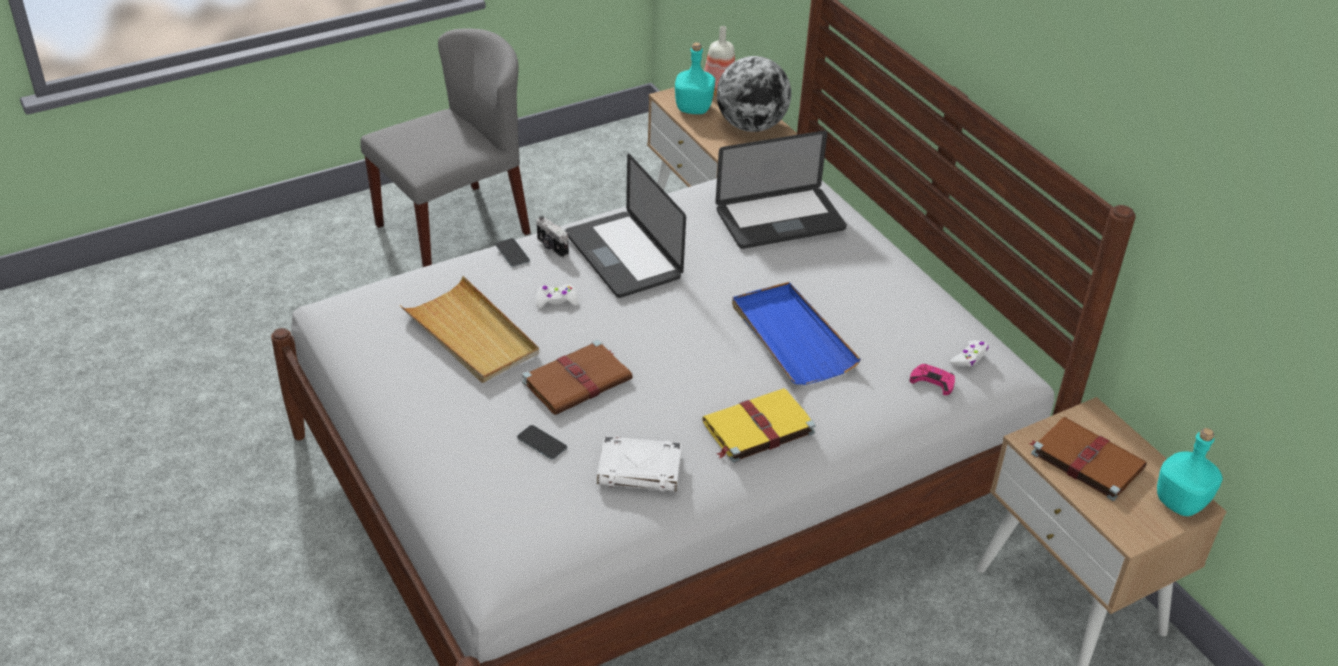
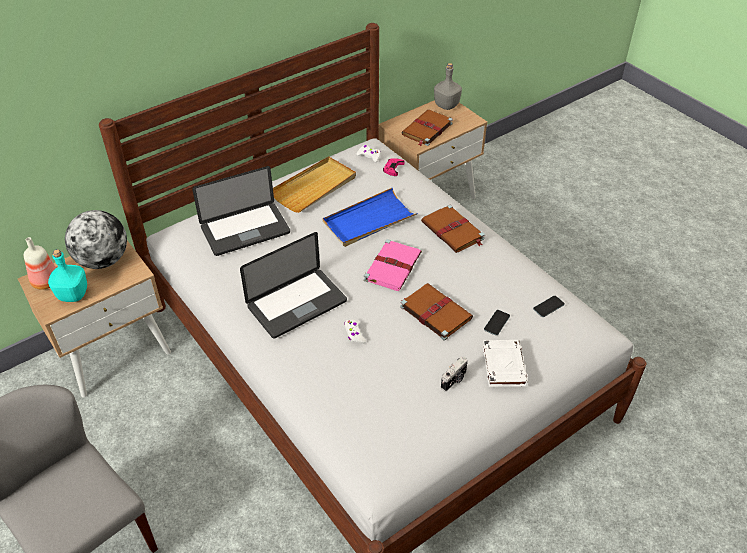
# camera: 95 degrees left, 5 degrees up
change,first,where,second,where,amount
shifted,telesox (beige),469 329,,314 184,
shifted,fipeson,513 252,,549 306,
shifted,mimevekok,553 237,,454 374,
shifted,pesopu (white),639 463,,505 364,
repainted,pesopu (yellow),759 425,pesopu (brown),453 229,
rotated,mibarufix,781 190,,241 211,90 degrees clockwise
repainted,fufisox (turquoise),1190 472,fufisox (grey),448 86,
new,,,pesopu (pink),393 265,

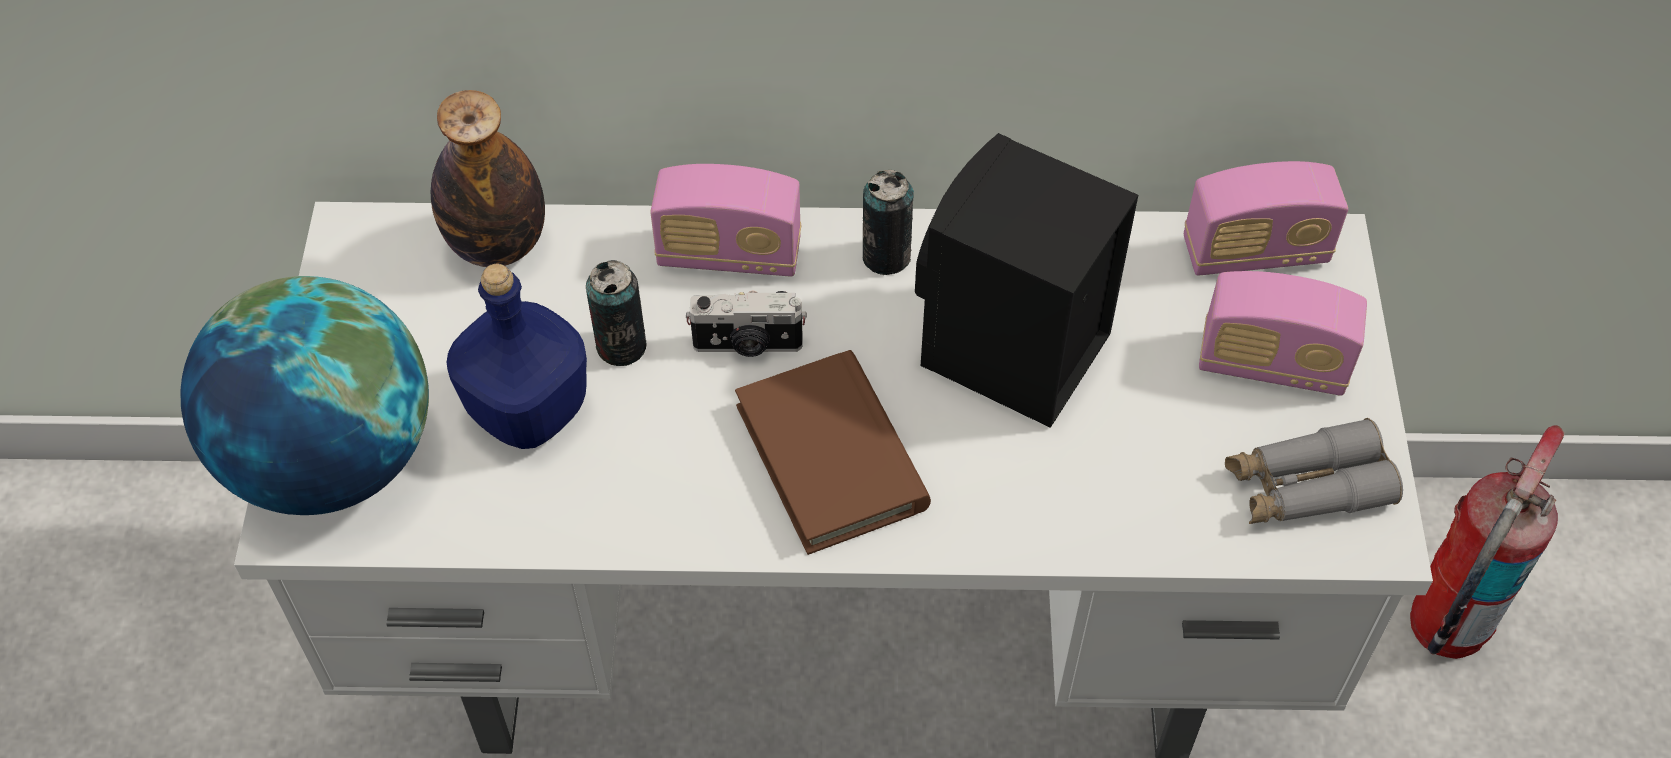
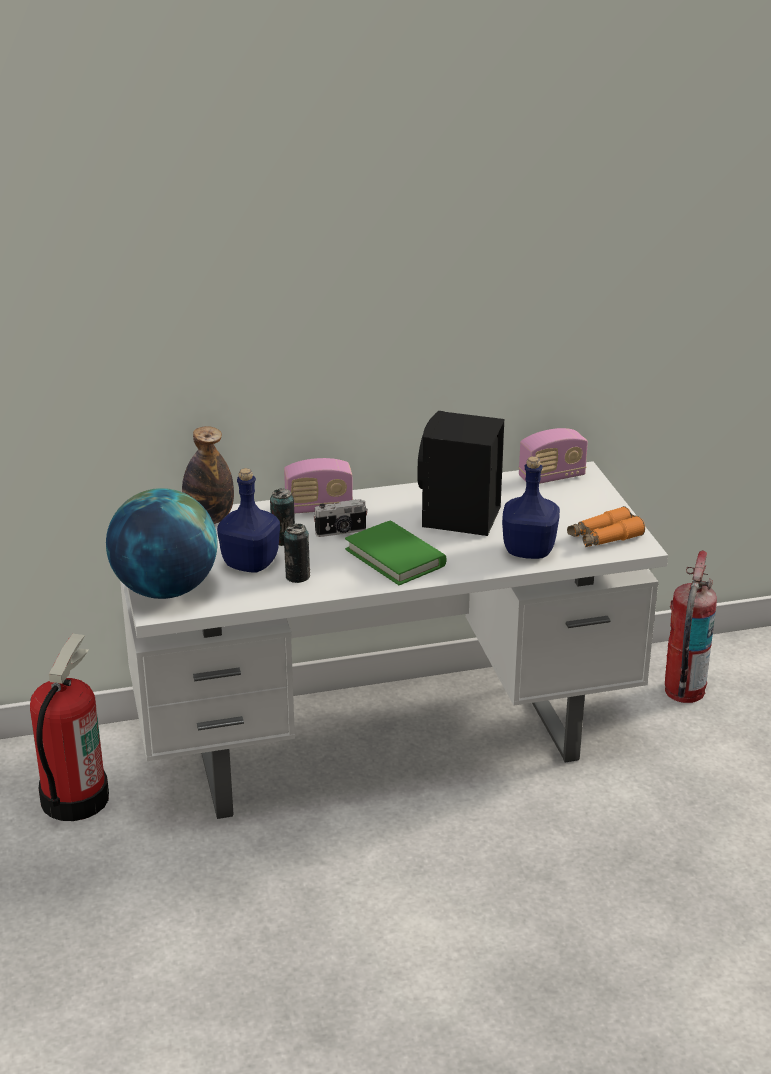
# camera: 15 degrees left, 25 degrees down
change,first,where,second,where,amount
repainted,pesopu (brown),833 452,pesopu (green),396 552,
shifted,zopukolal,888 222,,297 553,
gone,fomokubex,1283 333,,,
repainted,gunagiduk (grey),1314 471,gunagiduk (orange),606 526,
new,,,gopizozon,69 727,
new,,,fufisox (blue),531 507,

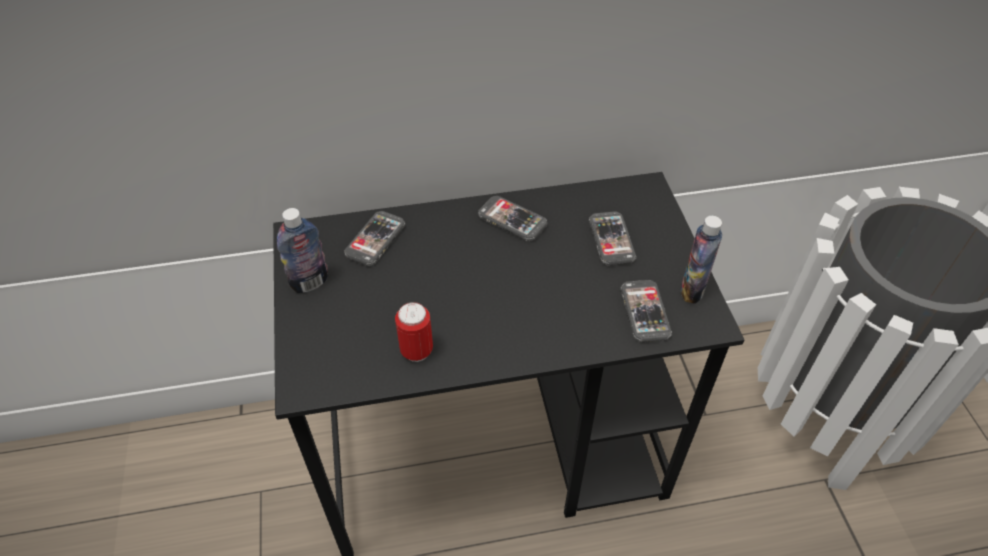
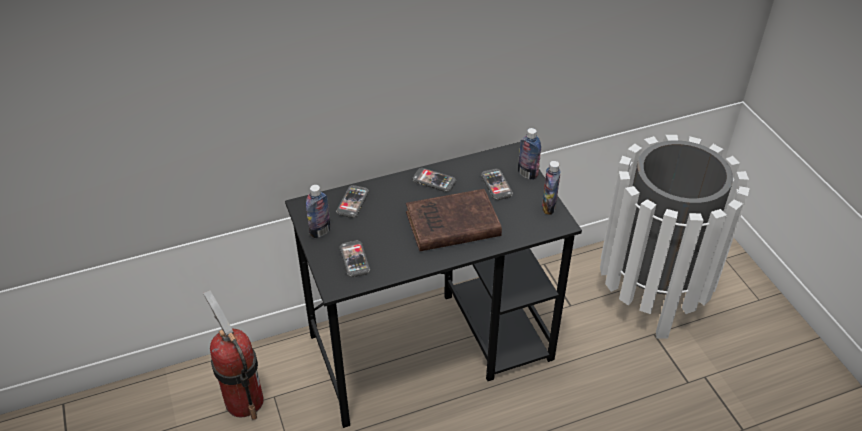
# camera: 10 degrees left, 5 degrees down
change,first,where,second,where,amount
gone,zopukolal,414 332,,,
shifted,fipeson,646 311,,354 258,
new,,,gopizozon,233 355,
new,,,pesopu (brown),454 220,
new,,,fufisox,529 154,

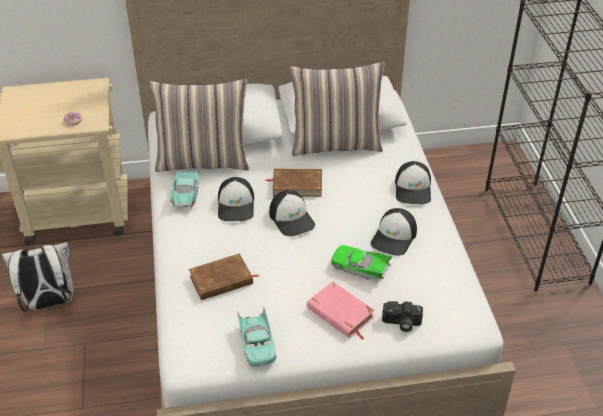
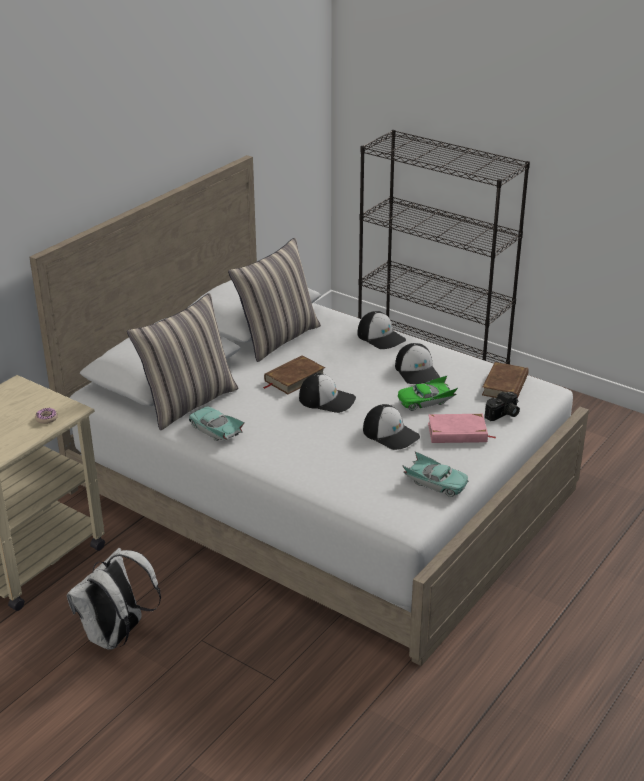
# camera: 45 degrees left, 10 degrees down
change,first,where,second,where,amount
shifted,pesopu (brown),224 276,,505 380,
shifted,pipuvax,236 199,,391 427,

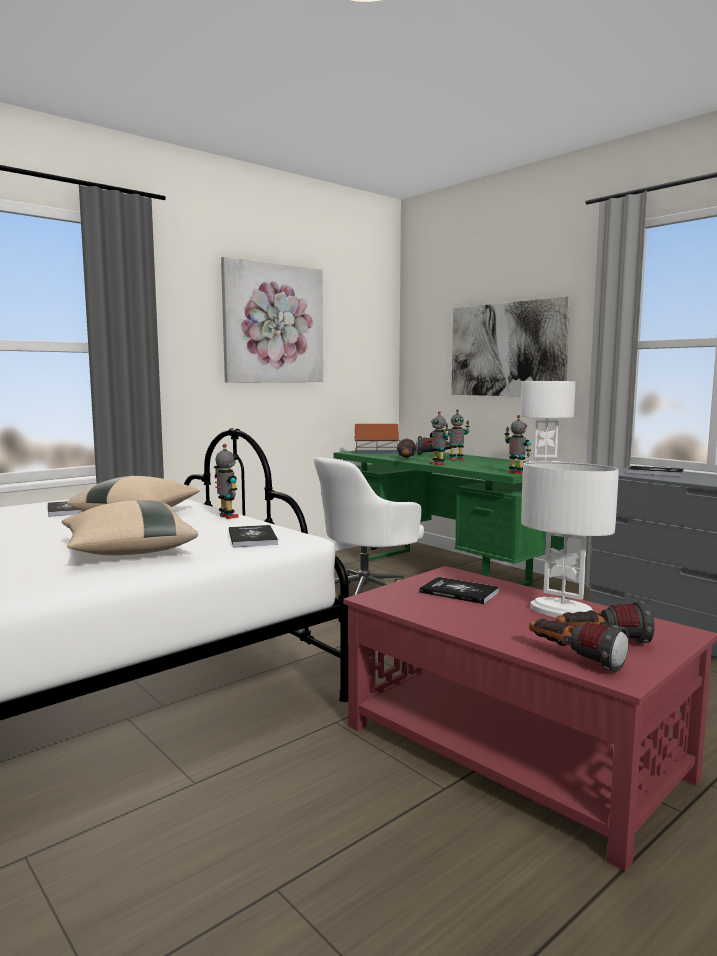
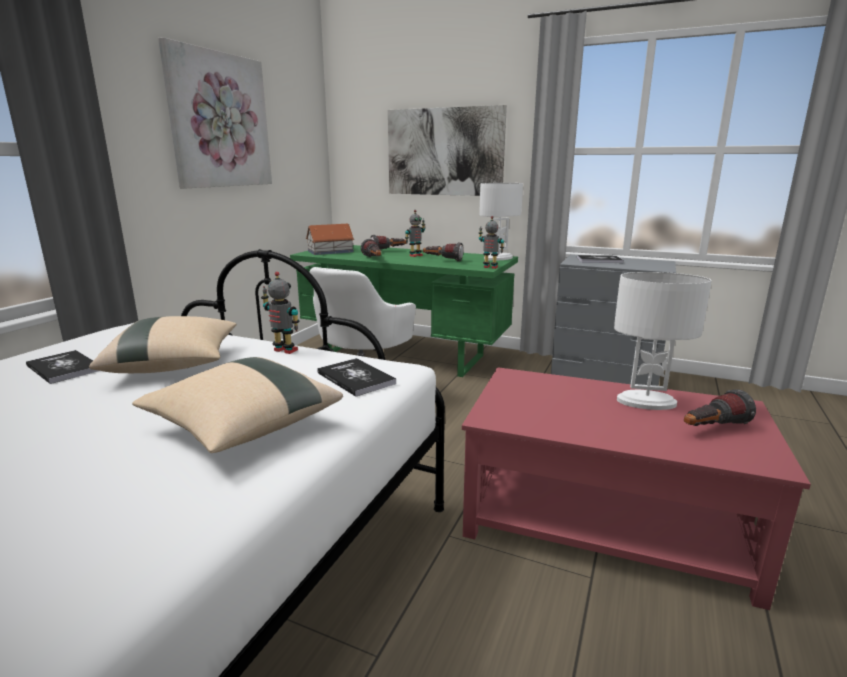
# camera: 25 degrees left, 10 degrees up
change,first,where,second,where,amount
gone,pesopu,459 590,,,
gone,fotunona,439 438,,,
shifted,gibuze,579 645,,443 252,

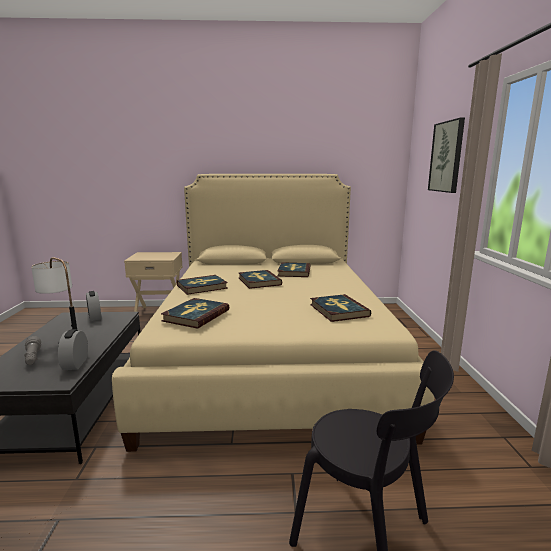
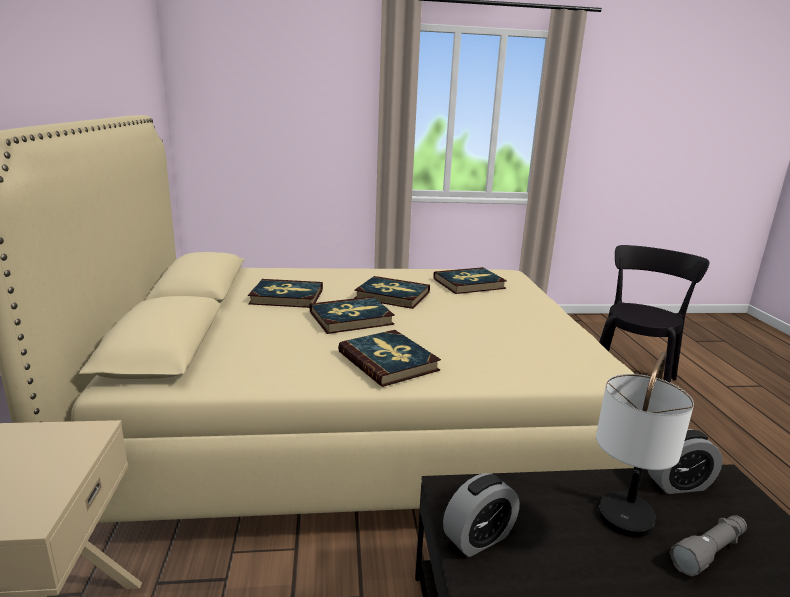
# camera: 95 degrees left, 5 degrees up
change,first,where,second,where,amount
shifted,pesopu,195 313,,392 292,
gone,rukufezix,446 155,,,

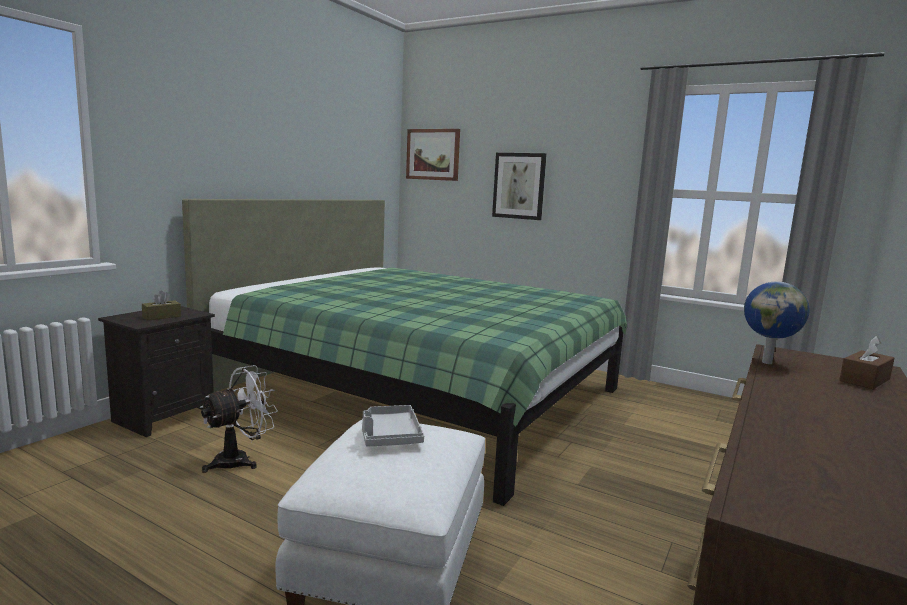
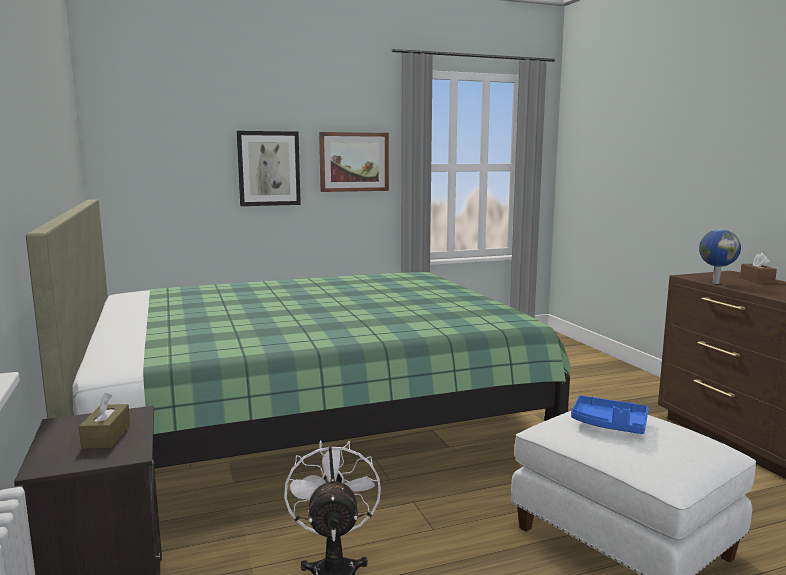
# camera: 50 degrees left, 0 degrees up
change,first,where,second,where,amount
repainted,telesox (grey),393 425,telesox (blue),610 414,
shifted,rukufezix,433 155,,354 162,

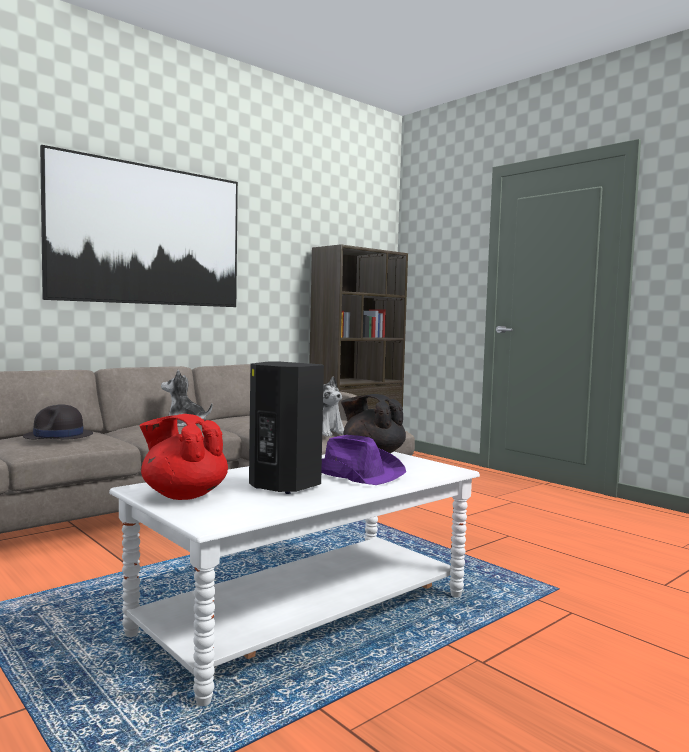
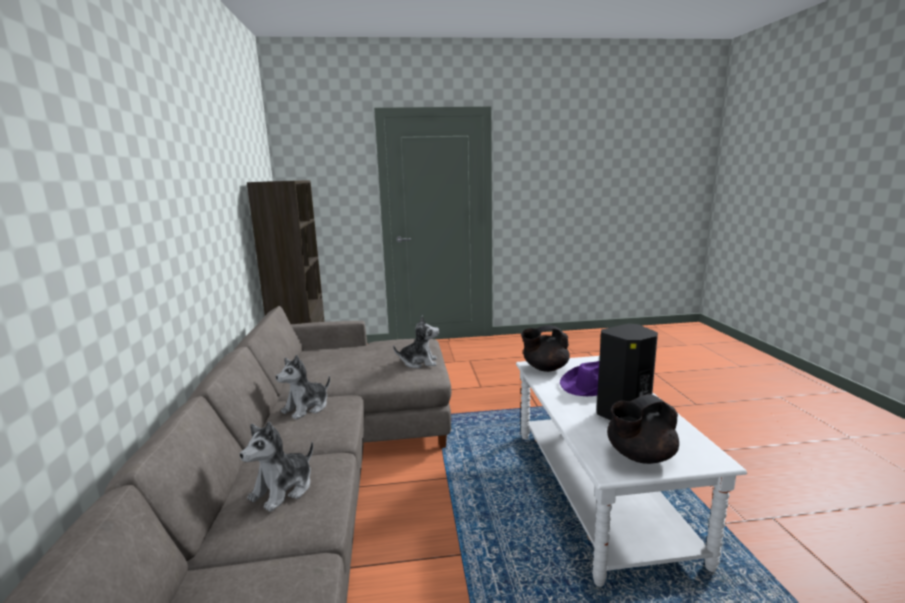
# camera: 55 degrees left, 10 degrees up
change,first,where,second,where,amount
swapped,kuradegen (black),58 421,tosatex,276 467,
gone,rukufezix,139 226,,,
repainted,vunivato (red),184 457,vunivato (black),643 428,

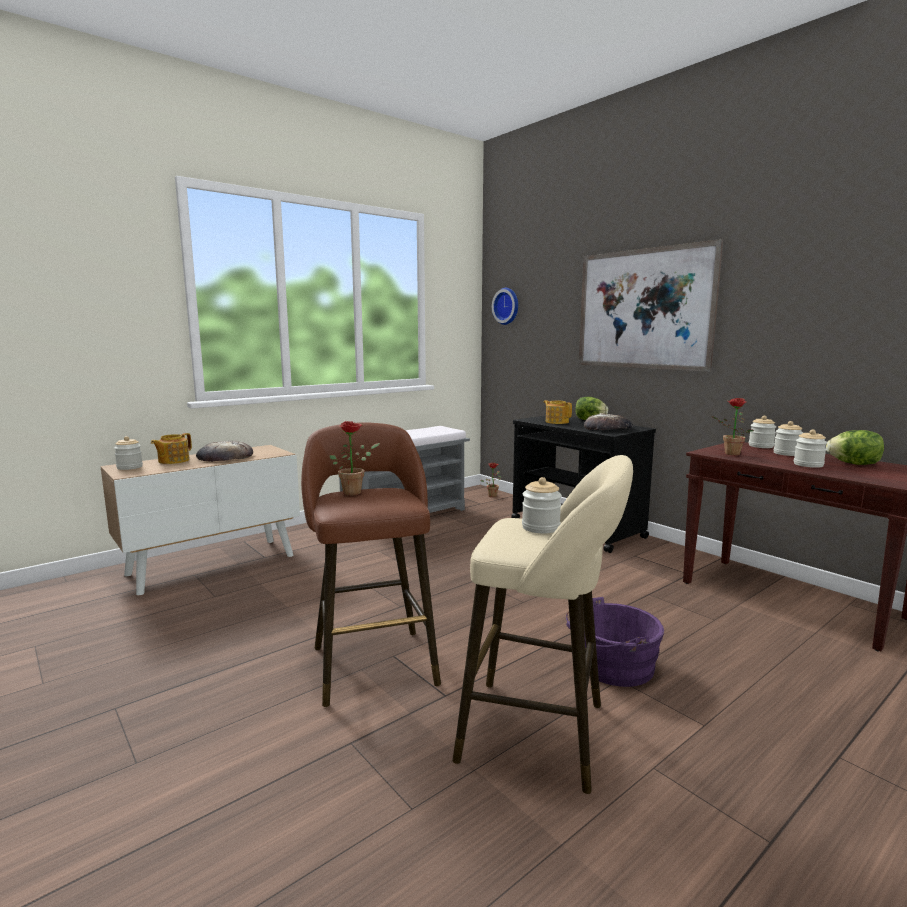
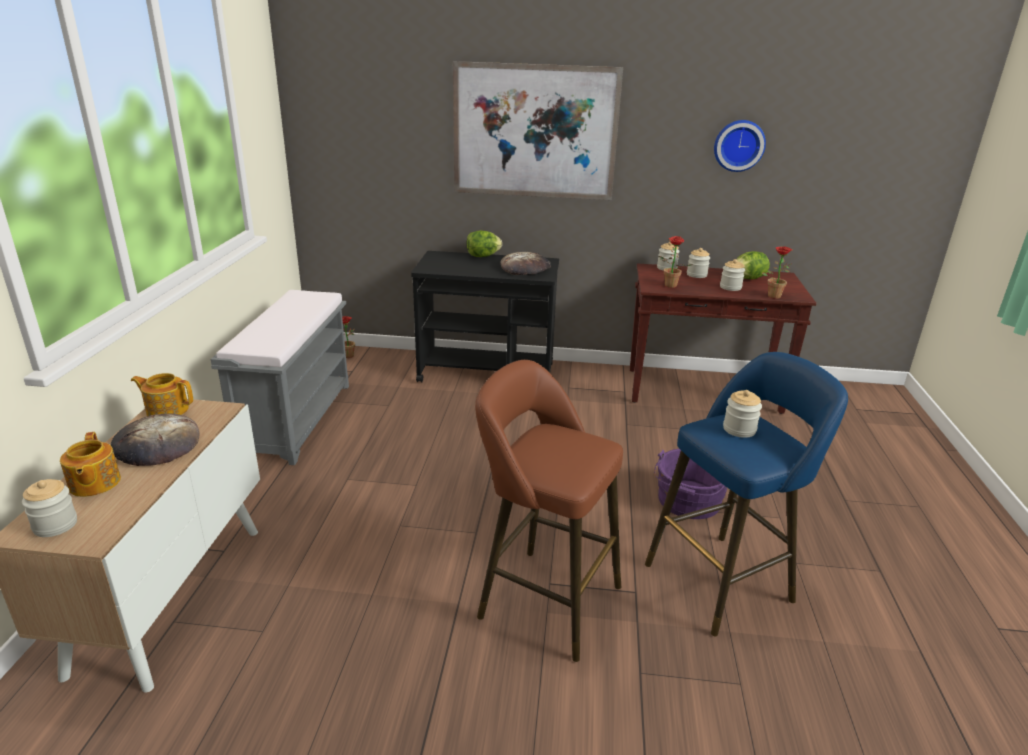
# camera: 45 degrees left, 15 degrees up
change,first,where,second,where,amount
shifted,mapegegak,354 458,,777 272,
repainted,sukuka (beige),542 624,sukuka (blue),746 494,
shifted,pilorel,505 306,,740 146,
shifted,vunivato,558 412,,162 394,

